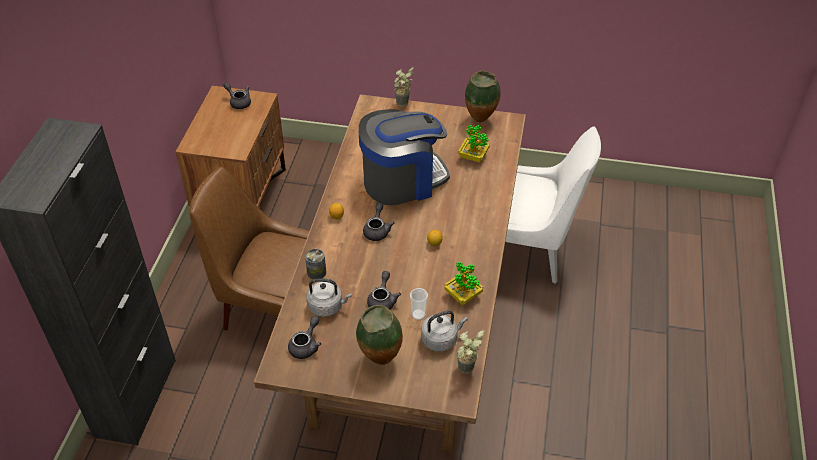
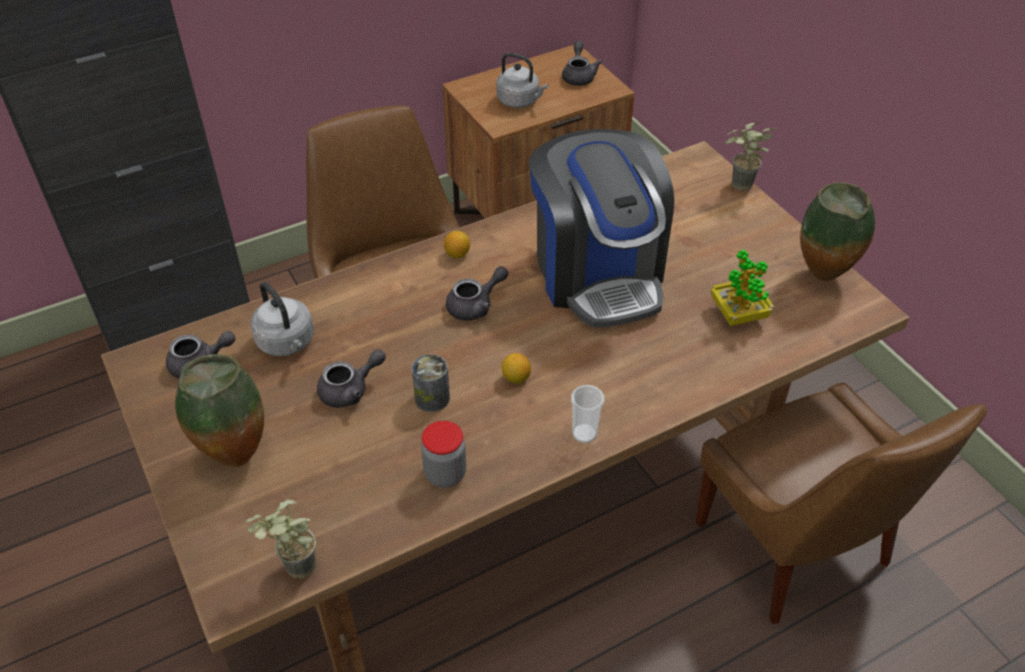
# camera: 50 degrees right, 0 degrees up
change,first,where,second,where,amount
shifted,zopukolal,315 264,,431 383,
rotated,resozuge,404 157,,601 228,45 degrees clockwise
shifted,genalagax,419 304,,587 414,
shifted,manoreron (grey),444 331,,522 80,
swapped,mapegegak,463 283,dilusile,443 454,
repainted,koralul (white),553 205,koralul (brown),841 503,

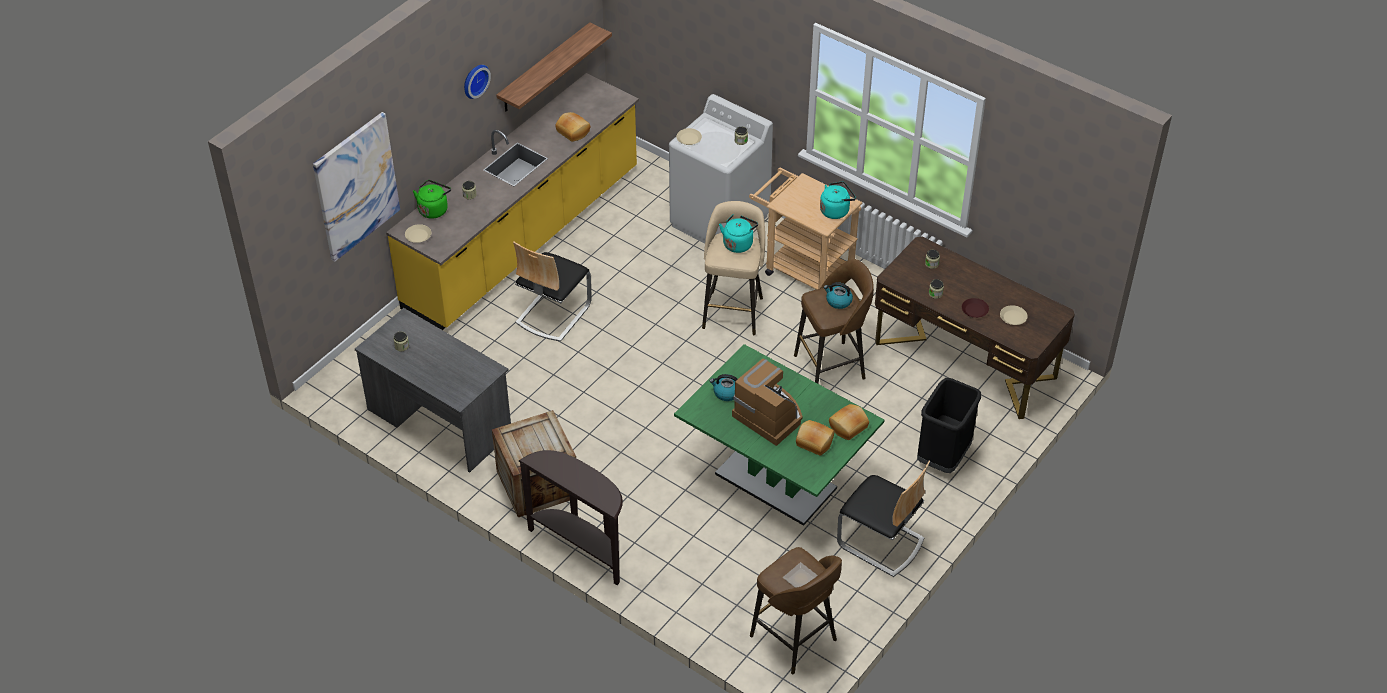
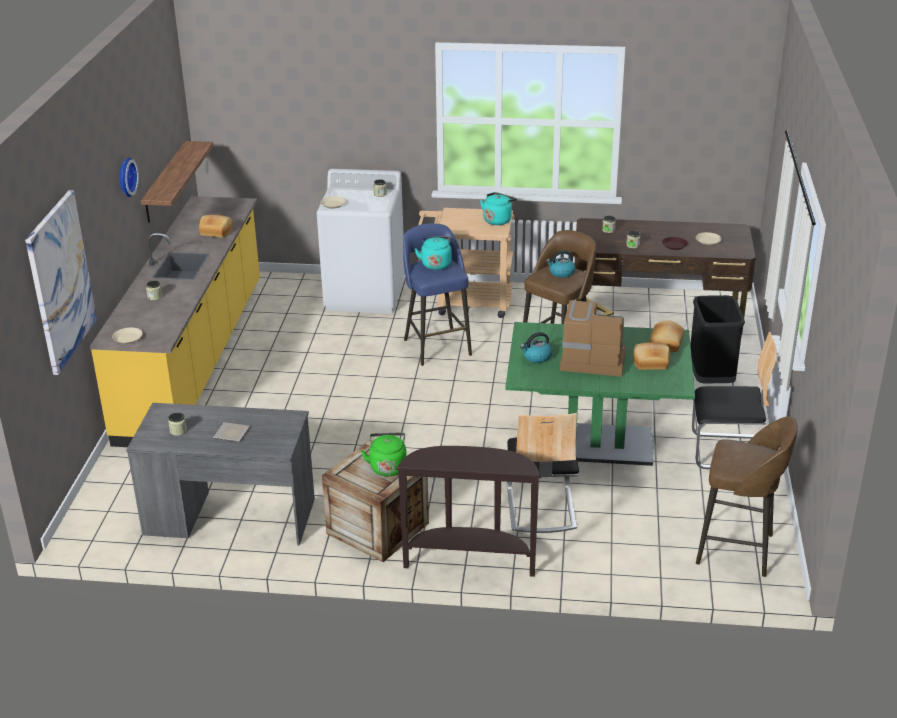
# camera: 30 degrees left, 15 degrees down
change,first,where,second,where,amount
shifted,manoreron (green),432 199,,384 454,
shifted,koralul,552 292,,543 473,
repainted,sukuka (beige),733 268,sukuka (blue),437 294,
shifted,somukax,800 575,,231 432,

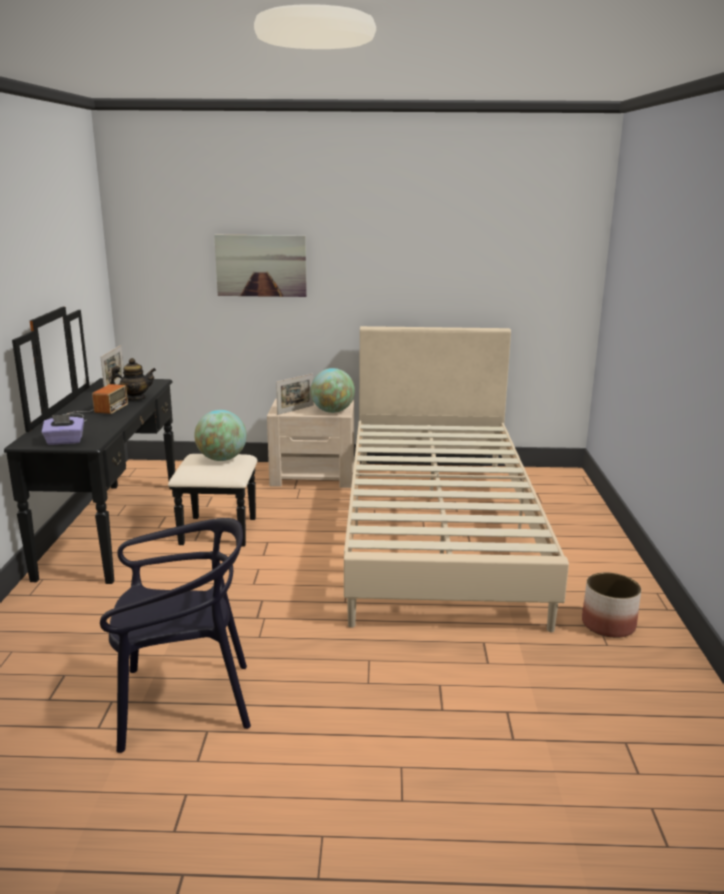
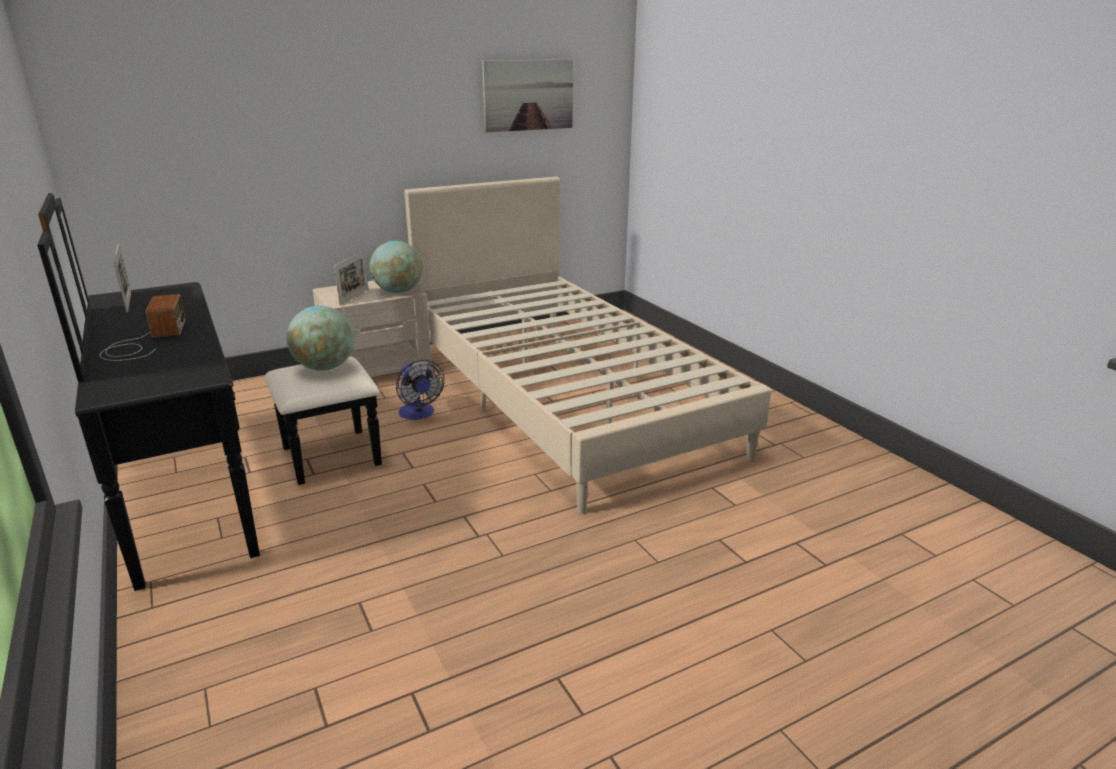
# camera: 30 degrees left, 5 degrees up
change,first,where,second,where,amount
gone,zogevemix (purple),62 430,,,
gone,koralul (black),175 635,,,
gone,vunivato,133 379,,,
shifted,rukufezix,260 265,,527 96,
gone,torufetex,611 605,,,
new,,,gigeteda,420 390,

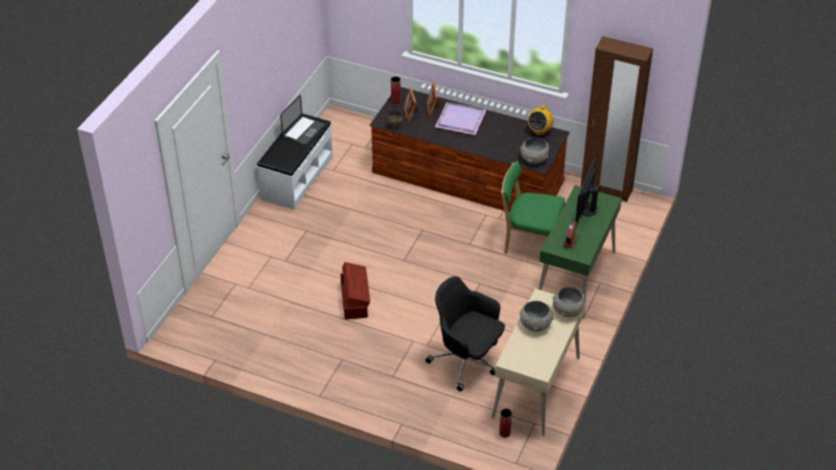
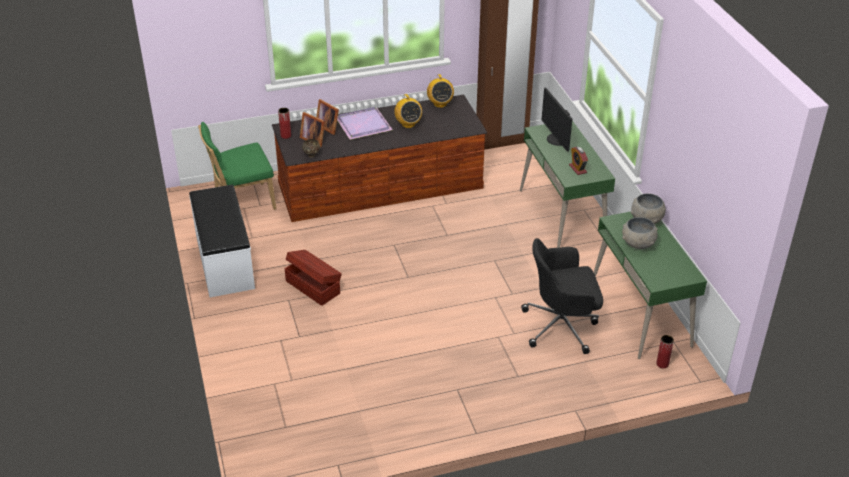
# camera: 40 degrees left, 5 degrees down
change,first,where,second,where,amount
gone,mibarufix,302 120,,,
shifted,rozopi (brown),355 290,,313 278,
repainted,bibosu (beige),538 362,bibosu (green),650 285,
shifted,koralul (green),533 207,,237 166,
gone,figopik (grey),534 150,,,
new,,,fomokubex,408 111,

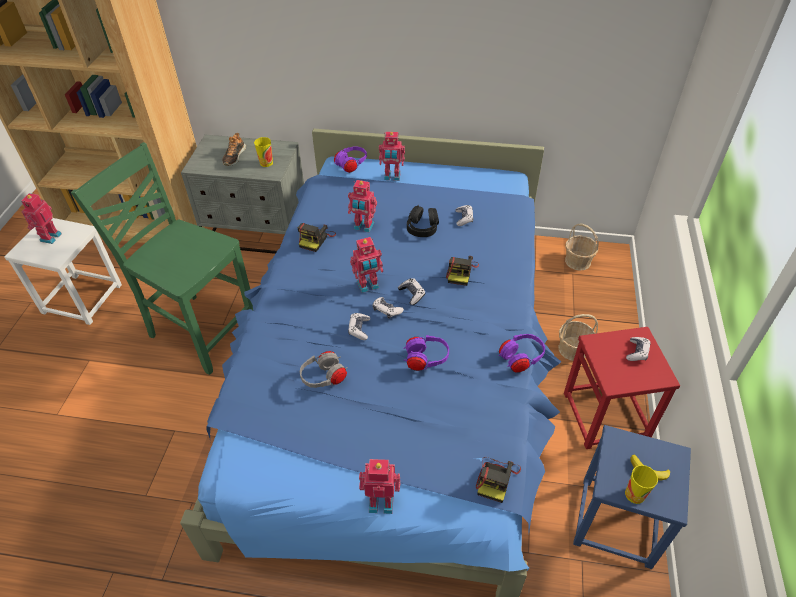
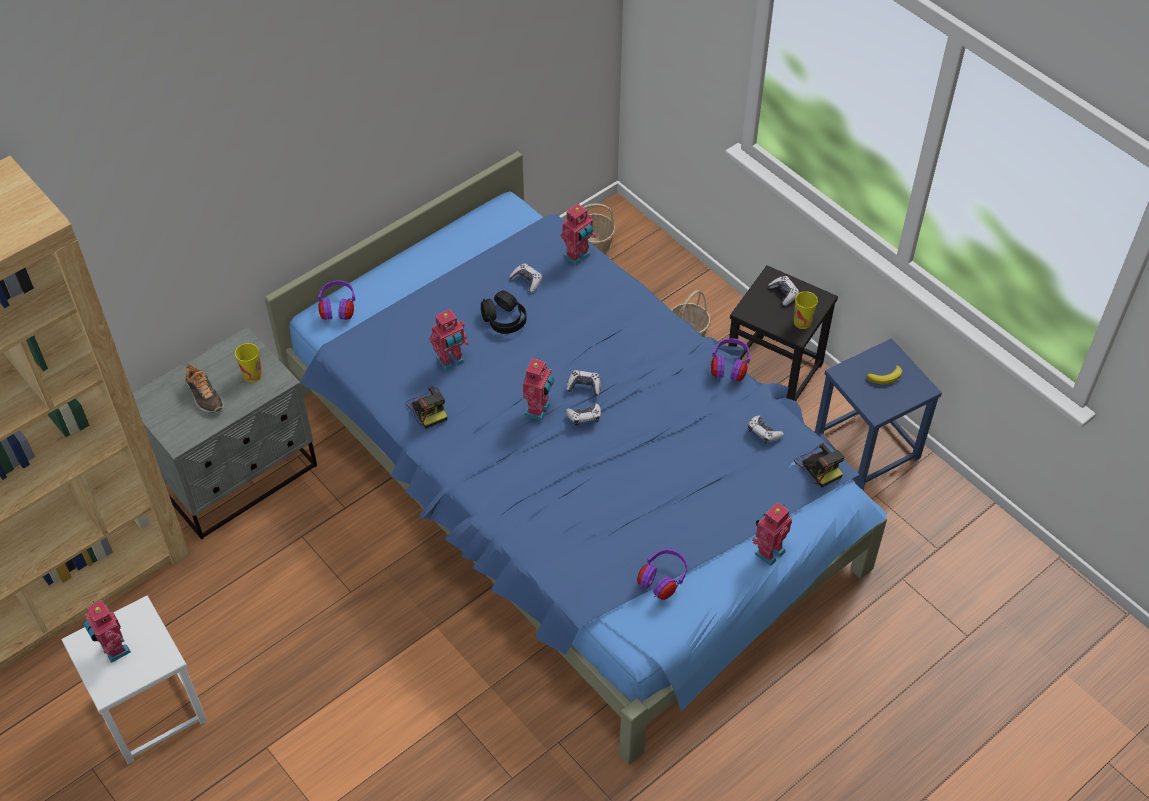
# camera: 50 degrees left, 5 degrees up
change,first,where,second,where,amount
gone,koralul (green),162 258,,,
gone,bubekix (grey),324 369,,,
shifted,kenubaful,359 326,,766 429,
shifted,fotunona,392 156,,578 235,
shifted,bubekix (purple),426 353,,662 574,
gone,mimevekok,462 271,,,
repainted,sukuka (red),622 388,sukuka (black),783 333,
shifted,genalagax,641 484,,806 310,

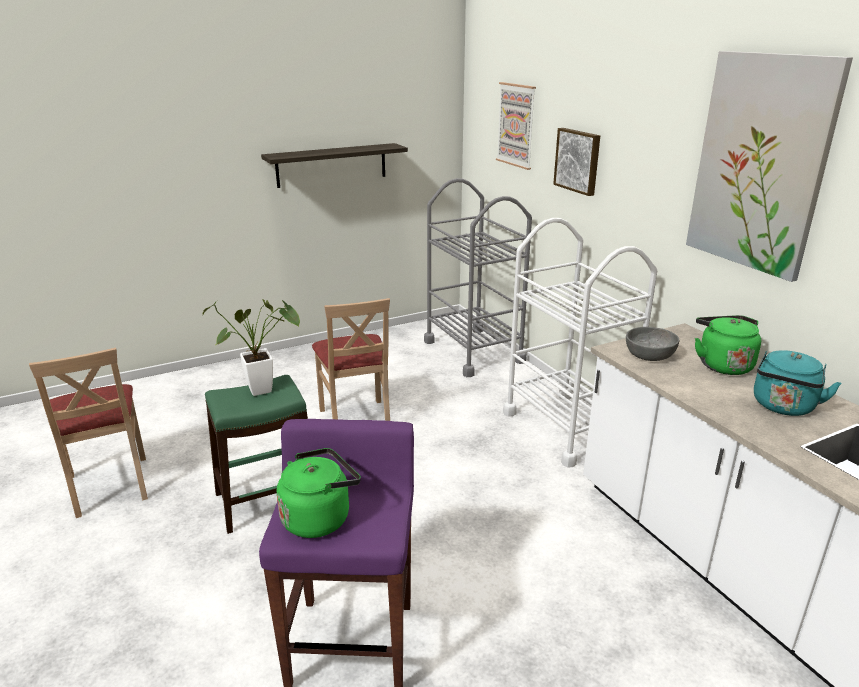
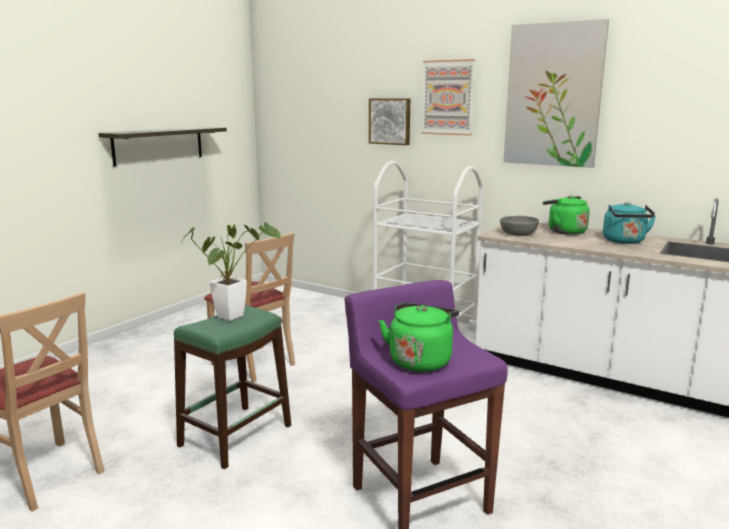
# camera: 30 degrees left, 10 degrees down
change,first,where,second,where,amount
gone,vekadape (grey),478 277,,,
shifted,rukufezix,516 126,,448 97,

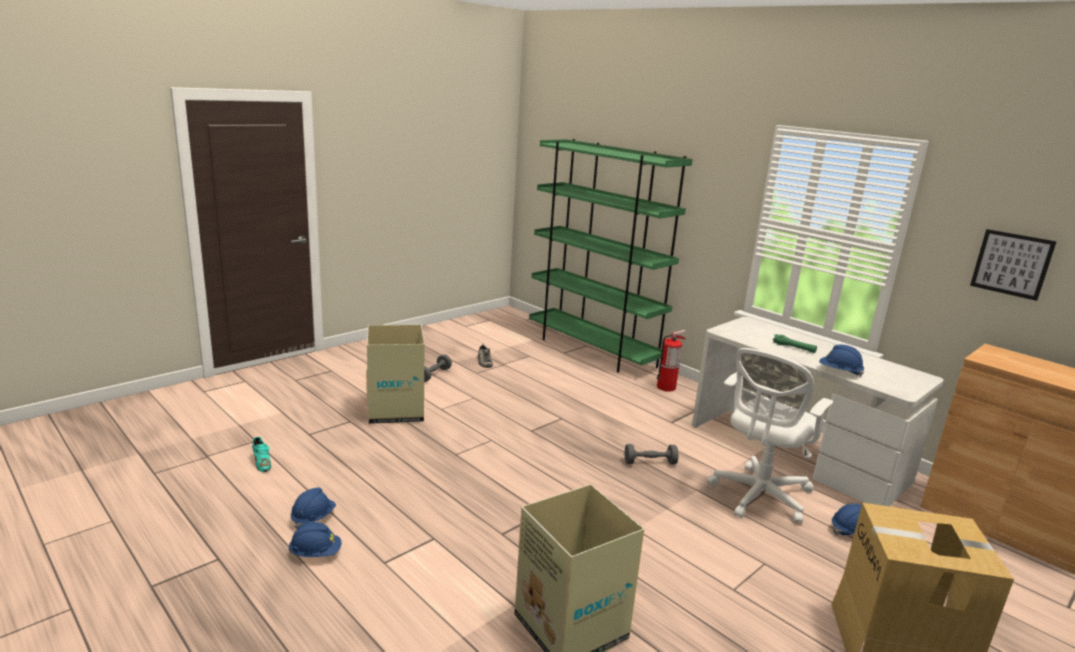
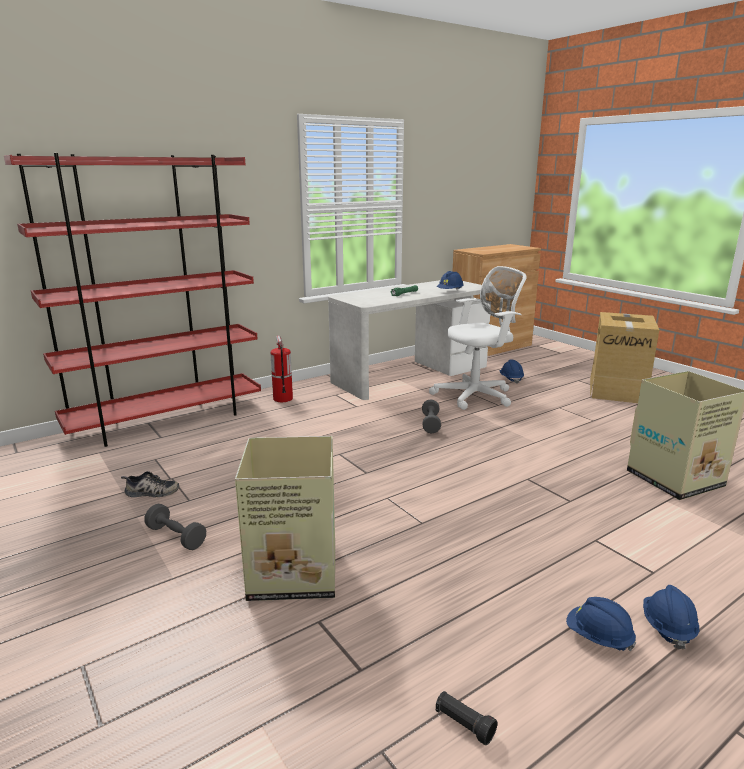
# camera: 80 degrees left, 0 degrees up
change,first,where,second,where,amount
swapped,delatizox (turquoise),261 454,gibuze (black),466 718,
repainted,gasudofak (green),611 256,gasudofak (red),132 300,
rotated,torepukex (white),770 436,,478 338,75 degrees counterclockwise
gone,rukufezix,1013 265,,,

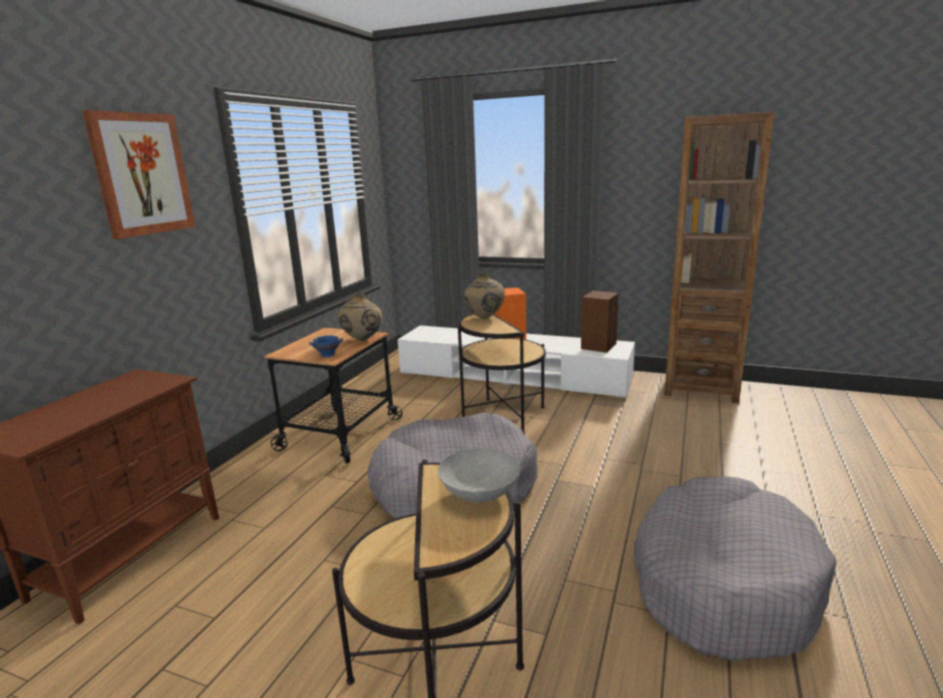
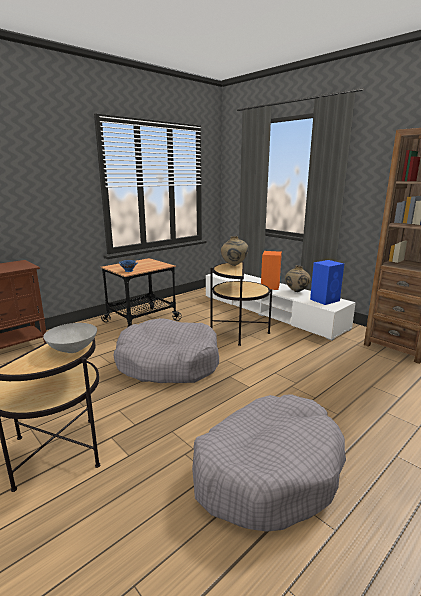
# camera: 25 degrees right, 0 degrees up
change,first,where,second,where,amount
gone,rukufezix,138 174,,,
shifted,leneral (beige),359 317,,298 278,
repainted,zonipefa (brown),600 322,zonipefa (blue),327 282,

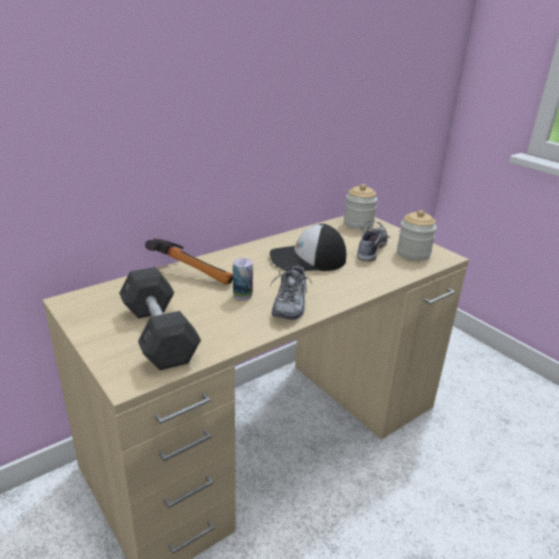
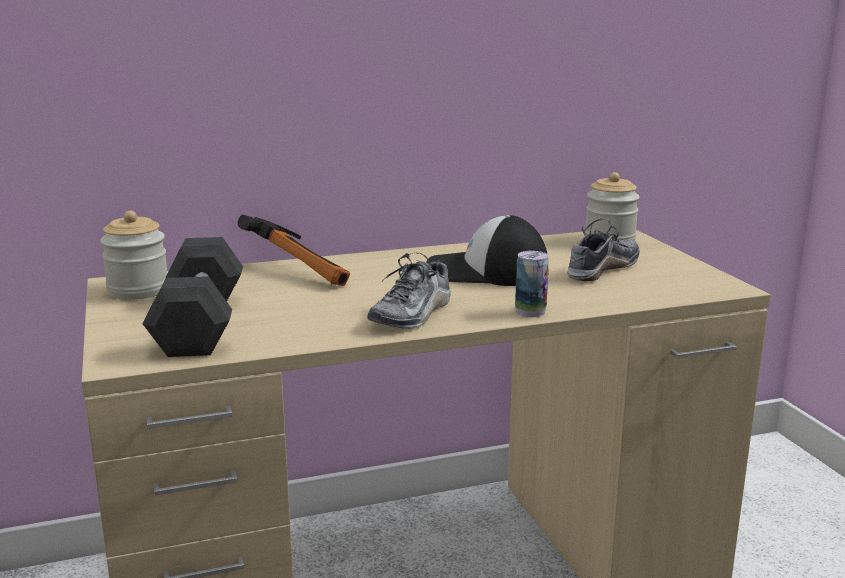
# camera: 20 degrees right, 10 degrees down
change,first,where,second,where,amount
shifted,zopukolal,243 279,,532 284,
shifted,dilusile,417 235,,133 255,

